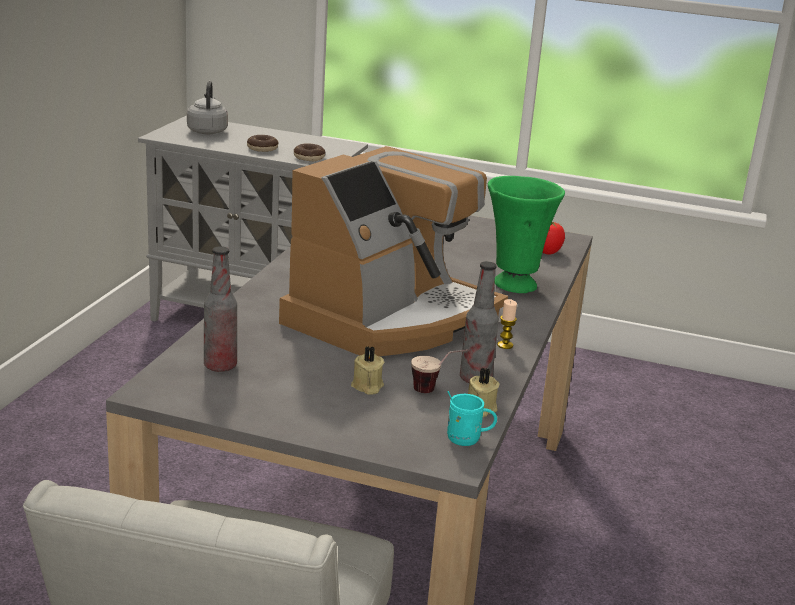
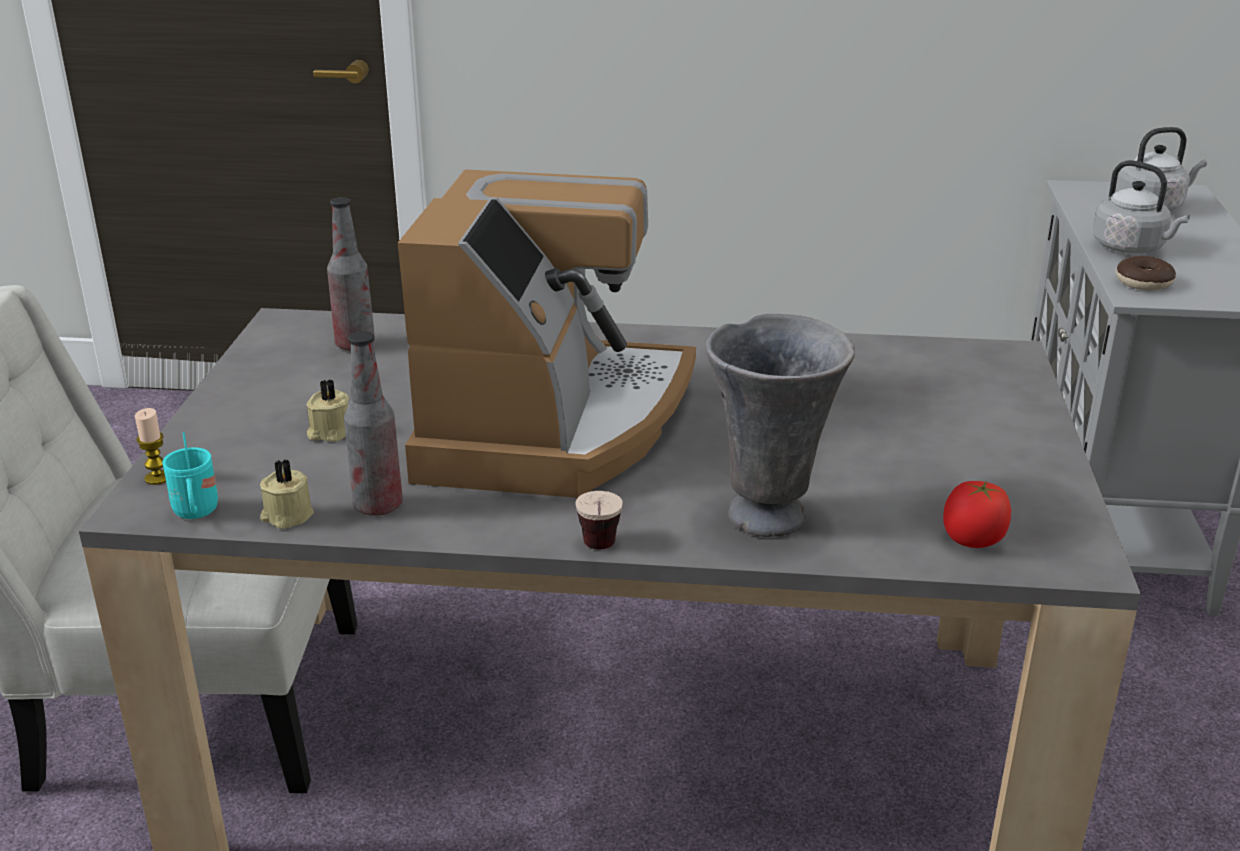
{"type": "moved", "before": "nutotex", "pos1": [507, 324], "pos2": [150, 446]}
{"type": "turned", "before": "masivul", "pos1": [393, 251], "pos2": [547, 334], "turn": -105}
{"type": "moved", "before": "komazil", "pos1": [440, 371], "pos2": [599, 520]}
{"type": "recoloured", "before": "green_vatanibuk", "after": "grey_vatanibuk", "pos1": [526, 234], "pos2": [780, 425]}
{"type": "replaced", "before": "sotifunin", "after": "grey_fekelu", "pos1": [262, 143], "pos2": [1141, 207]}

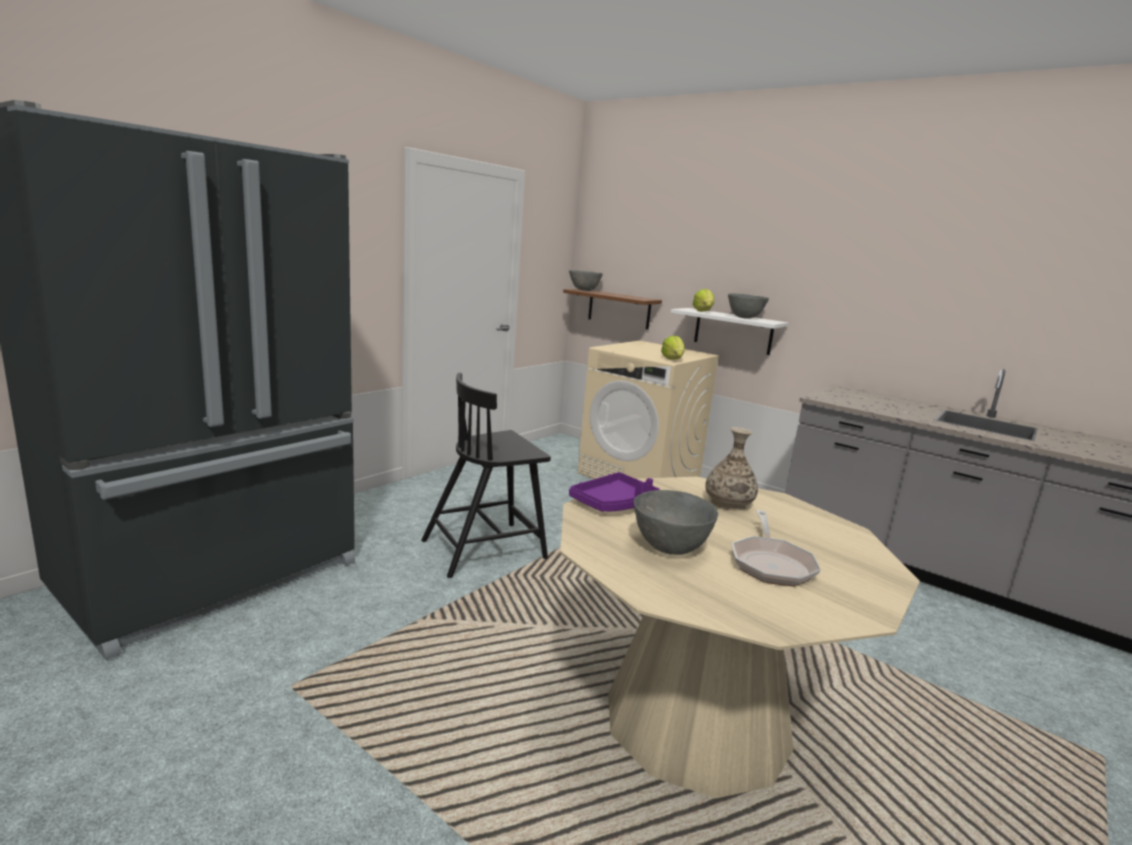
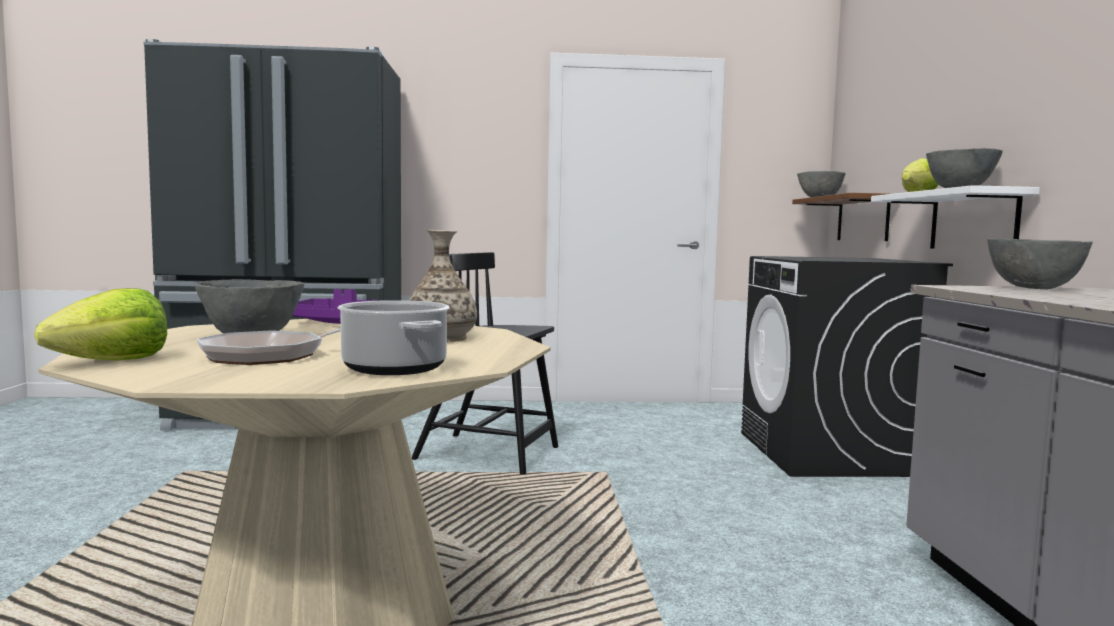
{"type": "moved", "before": "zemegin", "pos1": [673, 347], "pos2": [100, 324]}
{"type": "added", "after": "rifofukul", "pos2": [394, 337]}
{"type": "recoloured", "before": "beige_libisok", "after": "black_libisok", "pos1": [649, 409], "pos2": [847, 366]}
{"type": "added", "after": "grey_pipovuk", "pos2": [1040, 263]}

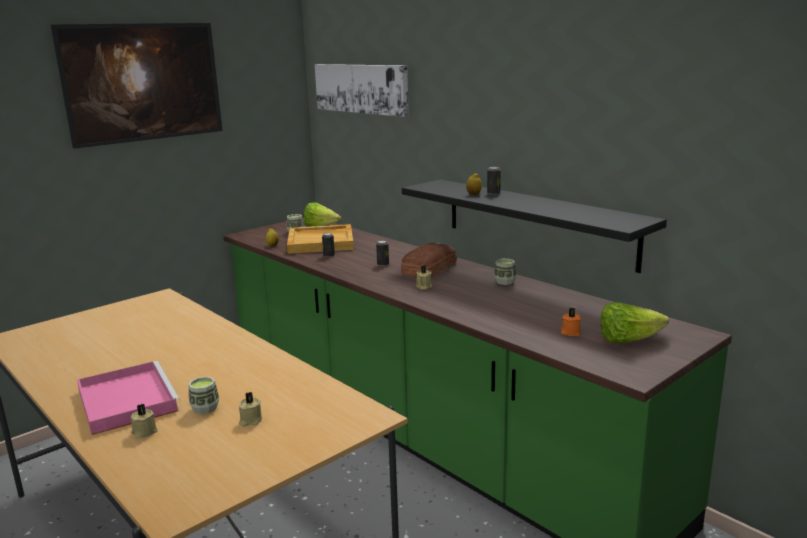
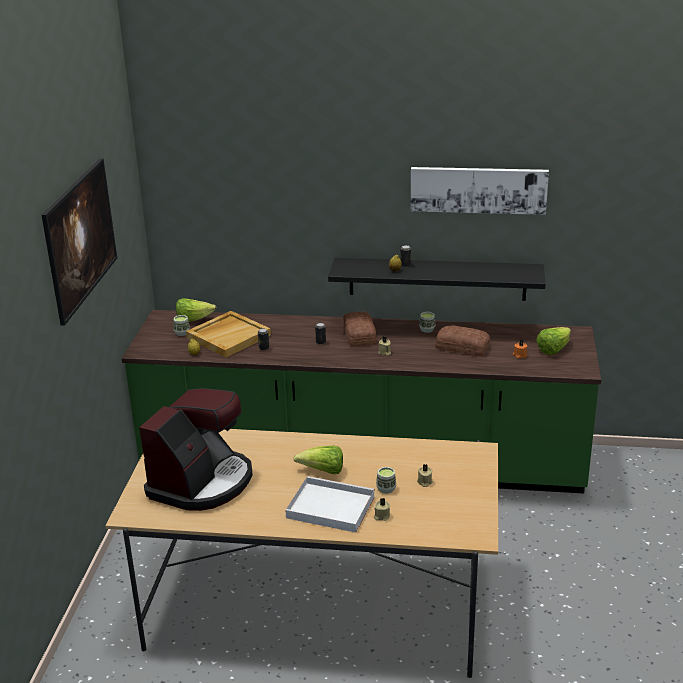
{"type": "added", "after": "masivul", "pos2": [196, 449]}
{"type": "recoloured", "before": "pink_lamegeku", "after": "white_lamegeku", "pos1": [129, 398], "pos2": [330, 504]}
{"type": "added", "after": "zemegin", "pos2": [318, 459]}
{"type": "moved", "before": "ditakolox", "pos1": [362, 90], "pos2": [480, 191]}
{"type": "added", "after": "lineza", "pos2": [462, 341]}

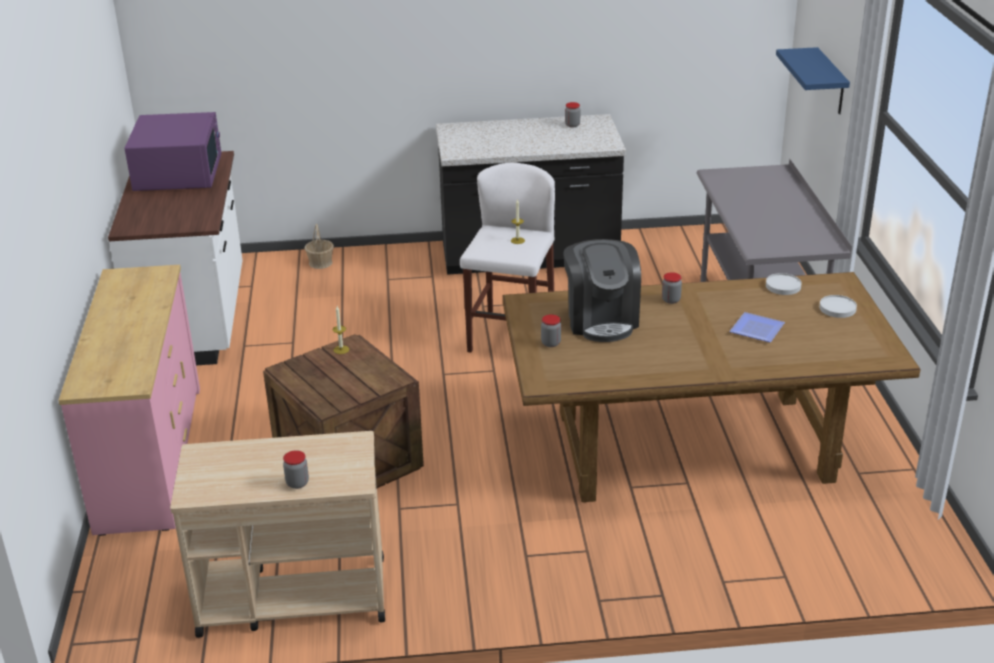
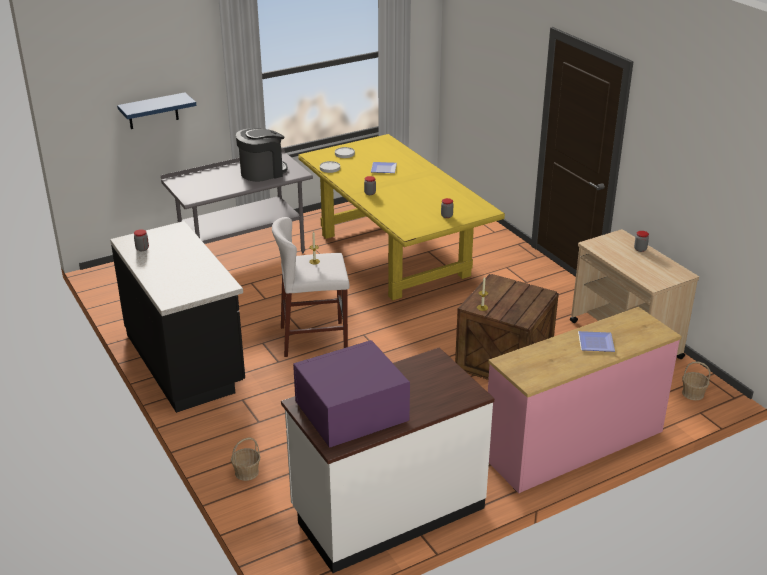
{"type": "moved", "before": "masivul", "pos1": [602, 290], "pos2": [262, 155]}
{"type": "recoloured", "before": "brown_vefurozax", "after": "yellow_vefurozax", "pos1": [712, 387], "pos2": [401, 217]}
{"type": "added", "after": "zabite", "pos2": [596, 341]}
{"type": "added", "after": "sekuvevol", "pos2": [696, 381]}

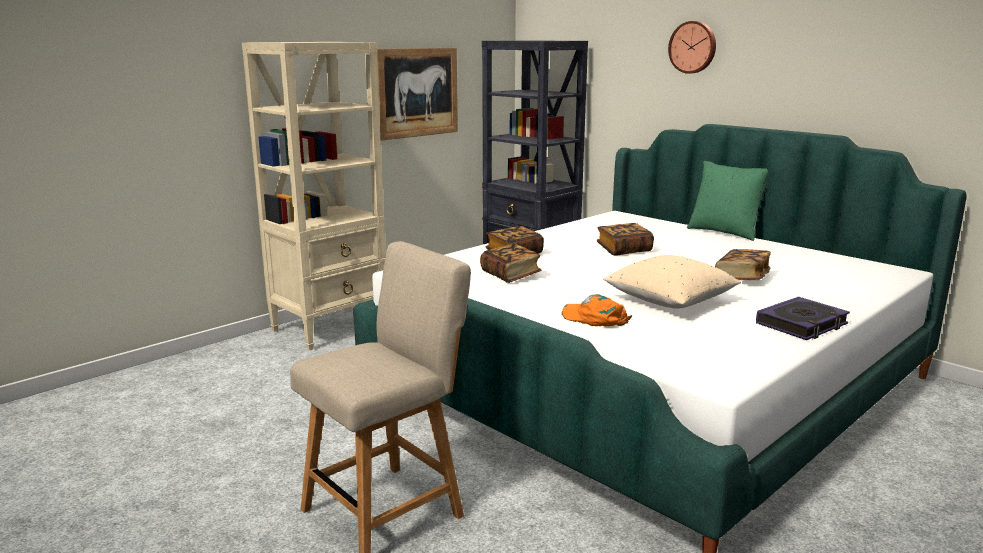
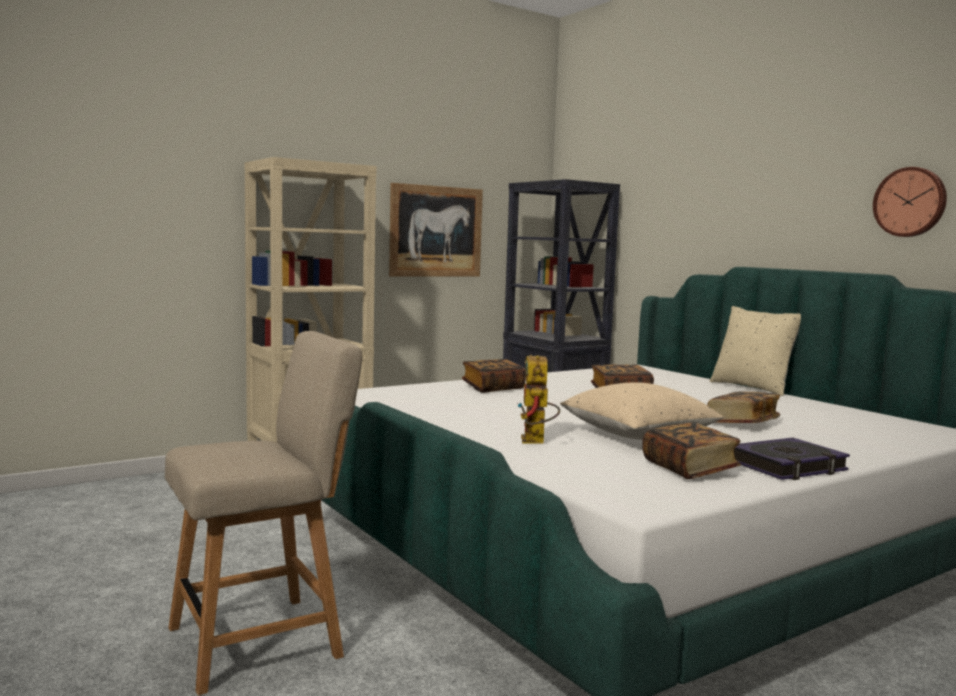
{"type": "replaced", "before": "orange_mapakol", "after": "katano", "pos1": [596, 310], "pos2": [539, 399]}
{"type": "moved", "before": "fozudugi", "pos1": [511, 263], "pos2": [691, 450]}
{"type": "recoloured", "before": "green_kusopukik", "after": "beige_kusopukik", "pos1": [727, 201], "pos2": [755, 351]}
{"type": "moved", "before": "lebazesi", "pos1": [692, 47], "pos2": [910, 202]}

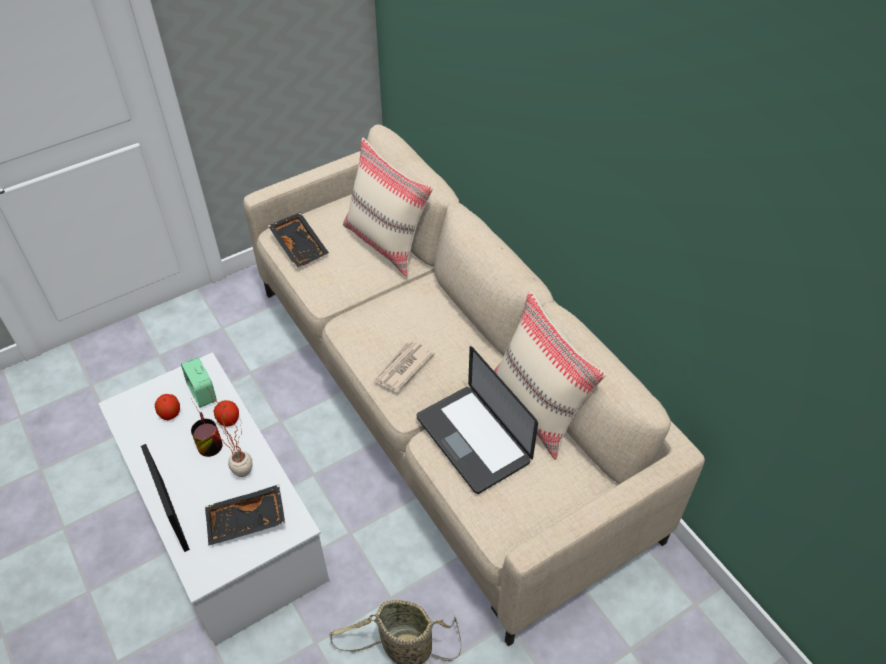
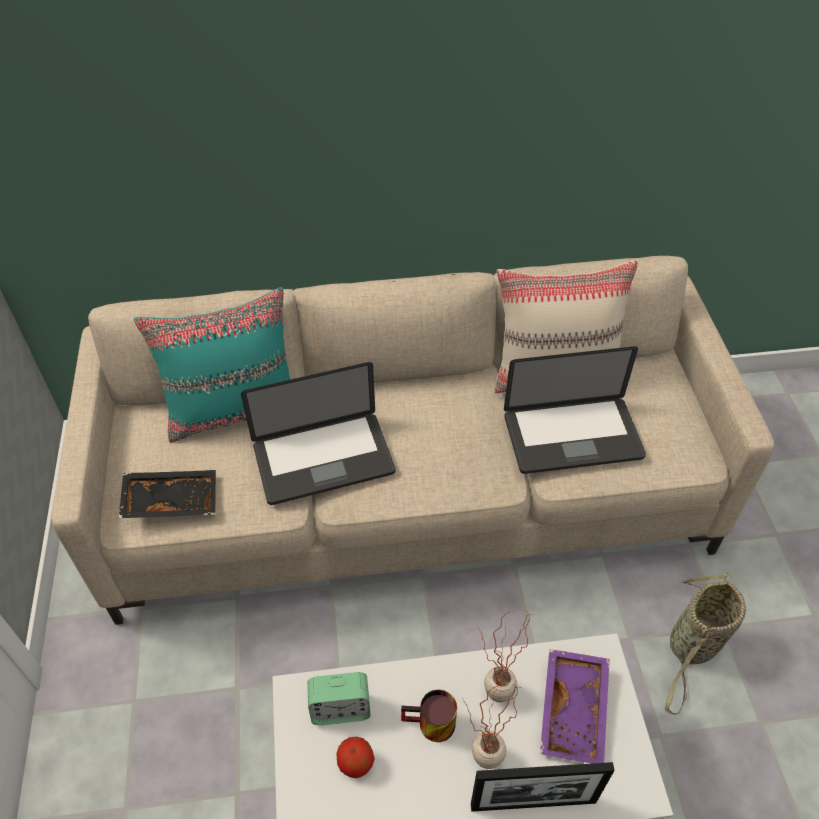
{"type": "recoloured", "before": "beige_kusopukik", "after": "turquoise_kusopukik", "pos1": [388, 207], "pos2": [212, 365]}
{"type": "added", "after": "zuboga", "pos2": [318, 433]}
{"type": "added", "after": "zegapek", "pos2": [492, 727]}
{"type": "recoloured", "before": "black_lamegeku", "after": "purple_lamegeku", "pos1": [245, 515], "pos2": [575, 706]}
{"type": "removed", "before": "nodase", "pos1": [226, 413]}
{"type": "removed", "before": "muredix", "pos1": [404, 366]}

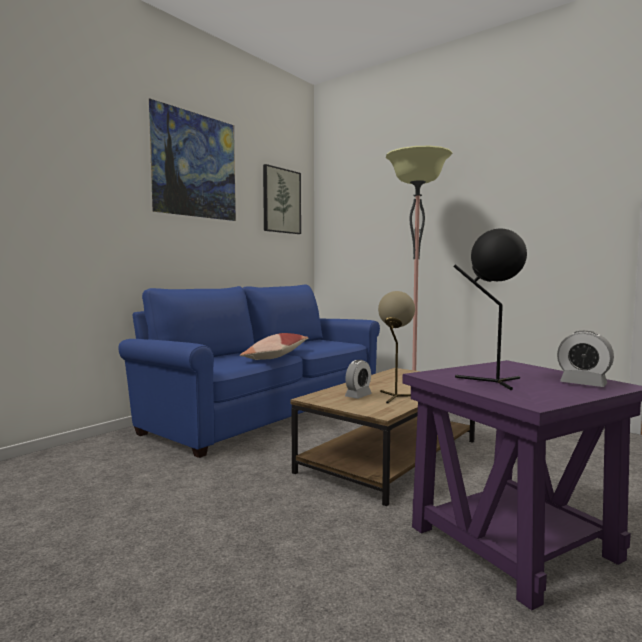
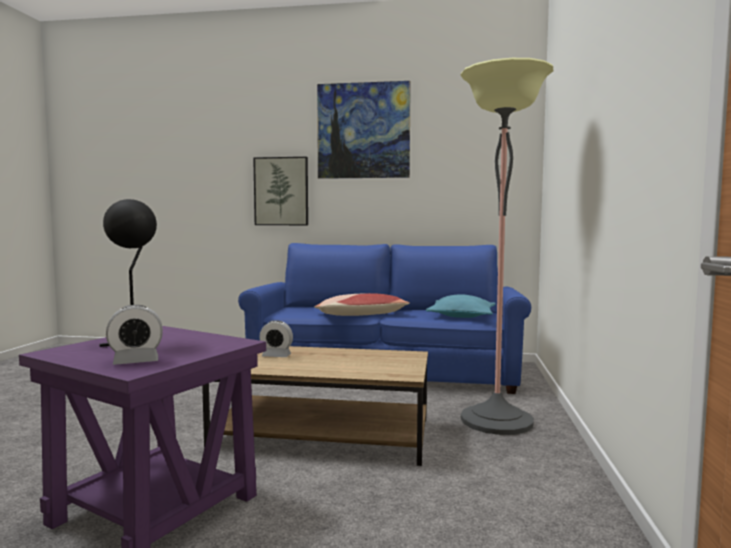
{"type": "turned", "before": "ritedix", "pos1": [585, 359], "pos2": [134, 335], "turn": -120}
{"type": "moved", "before": "ditakolox", "pos1": [282, 199], "pos2": [280, 191]}
{"type": "added", "after": "turquoise_kusopukik", "pos2": [461, 306]}
{"type": "removed", "before": "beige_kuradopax", "pos1": [396, 347]}

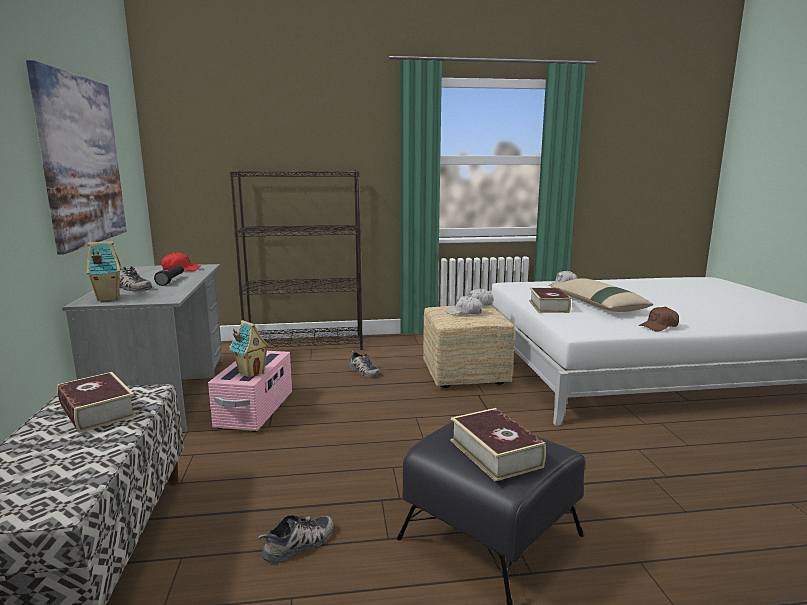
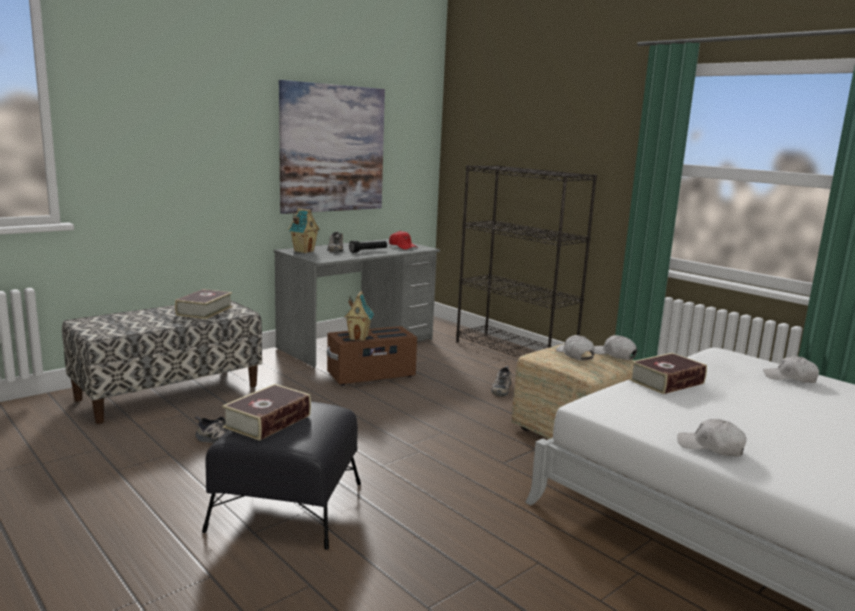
{"type": "recoloured", "before": "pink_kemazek", "after": "brown_kemazek", "pos1": [250, 391], "pos2": [372, 355]}
{"type": "recoloured", "before": "brown_mapakol", "after": "white_mapakol", "pos1": [659, 319], "pos2": [712, 438]}
{"type": "removed", "before": "beige_kusopukik", "pos1": [602, 295]}

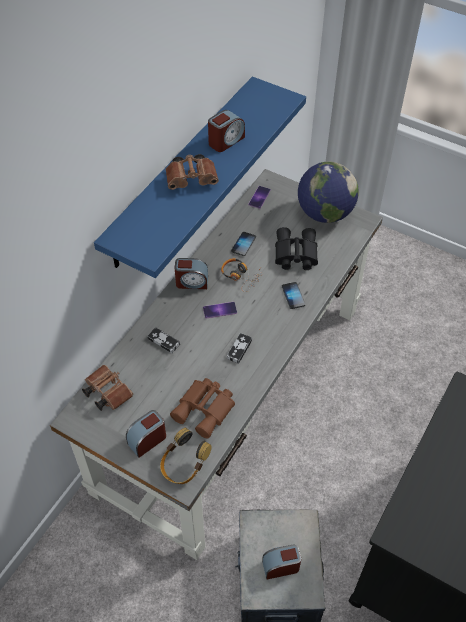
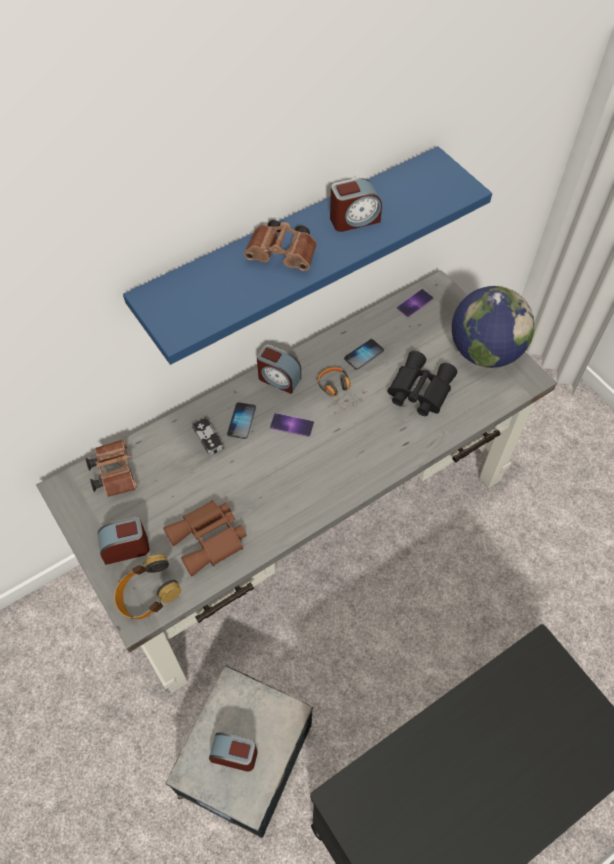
{"type": "moved", "before": "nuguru", "pos1": [293, 295], "pos2": [241, 420]}
{"type": "removed", "before": "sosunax", "pos1": [239, 348]}

